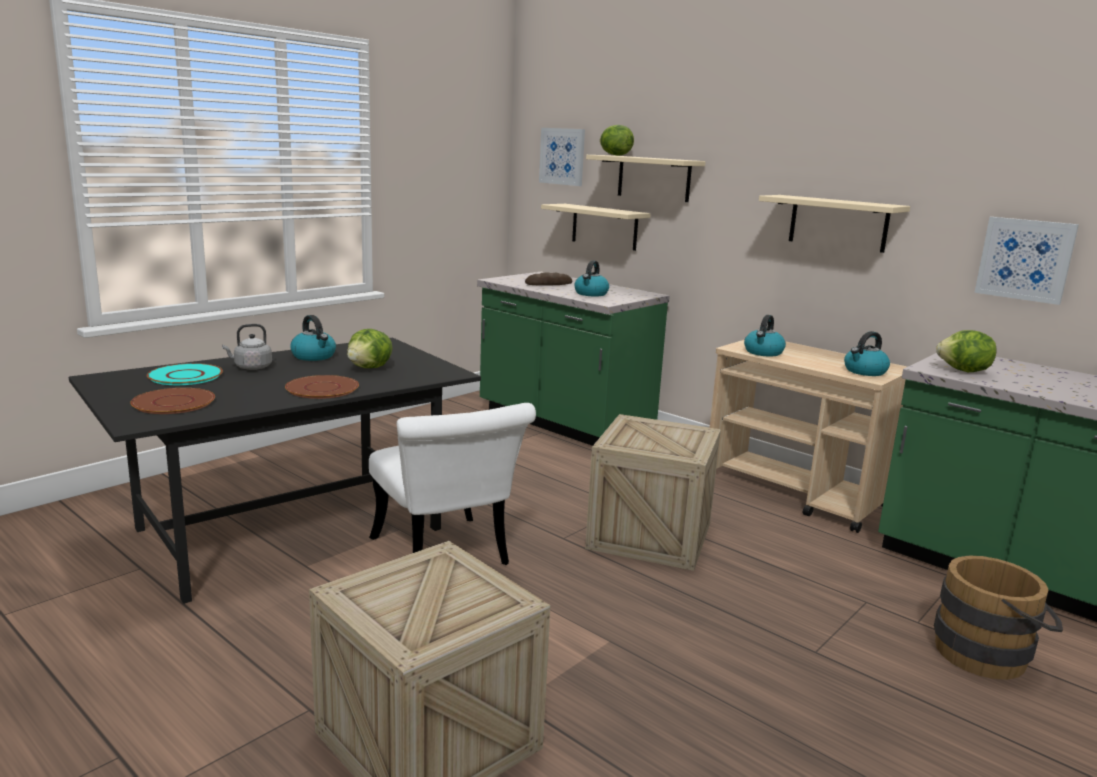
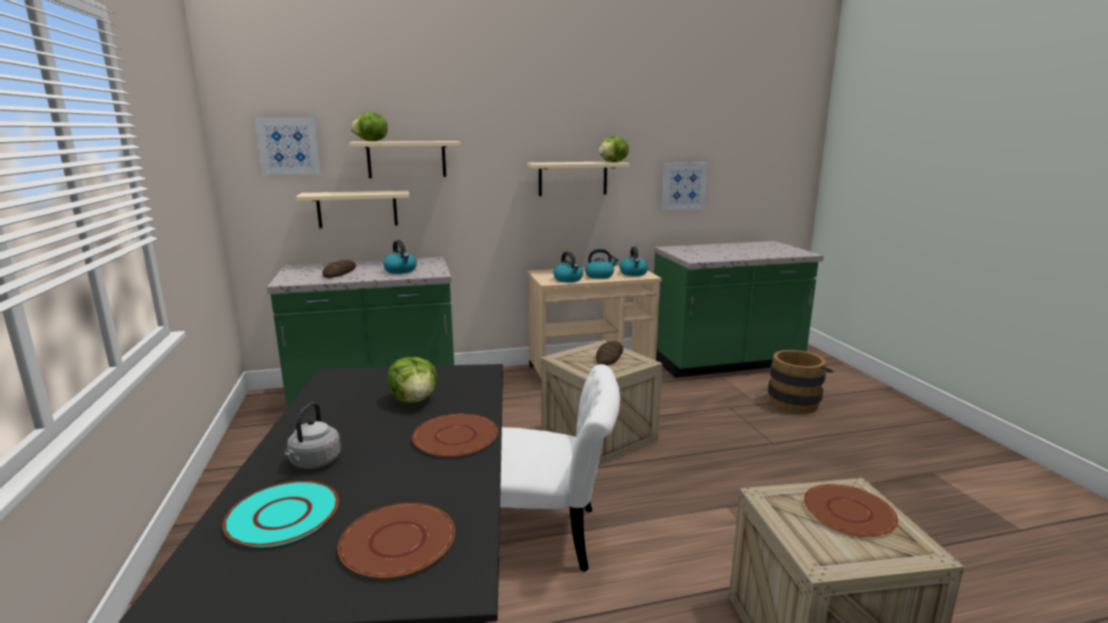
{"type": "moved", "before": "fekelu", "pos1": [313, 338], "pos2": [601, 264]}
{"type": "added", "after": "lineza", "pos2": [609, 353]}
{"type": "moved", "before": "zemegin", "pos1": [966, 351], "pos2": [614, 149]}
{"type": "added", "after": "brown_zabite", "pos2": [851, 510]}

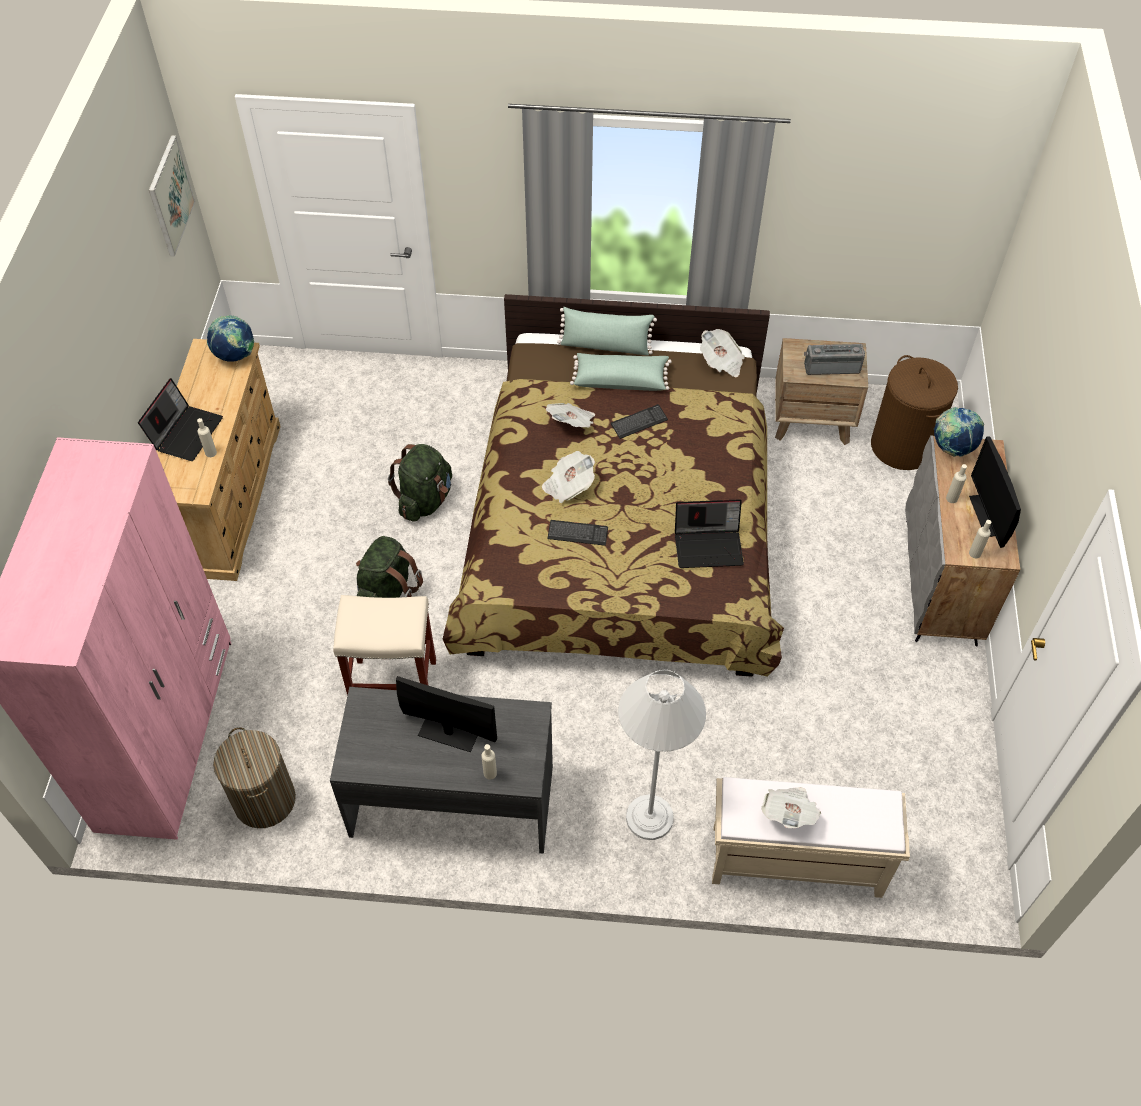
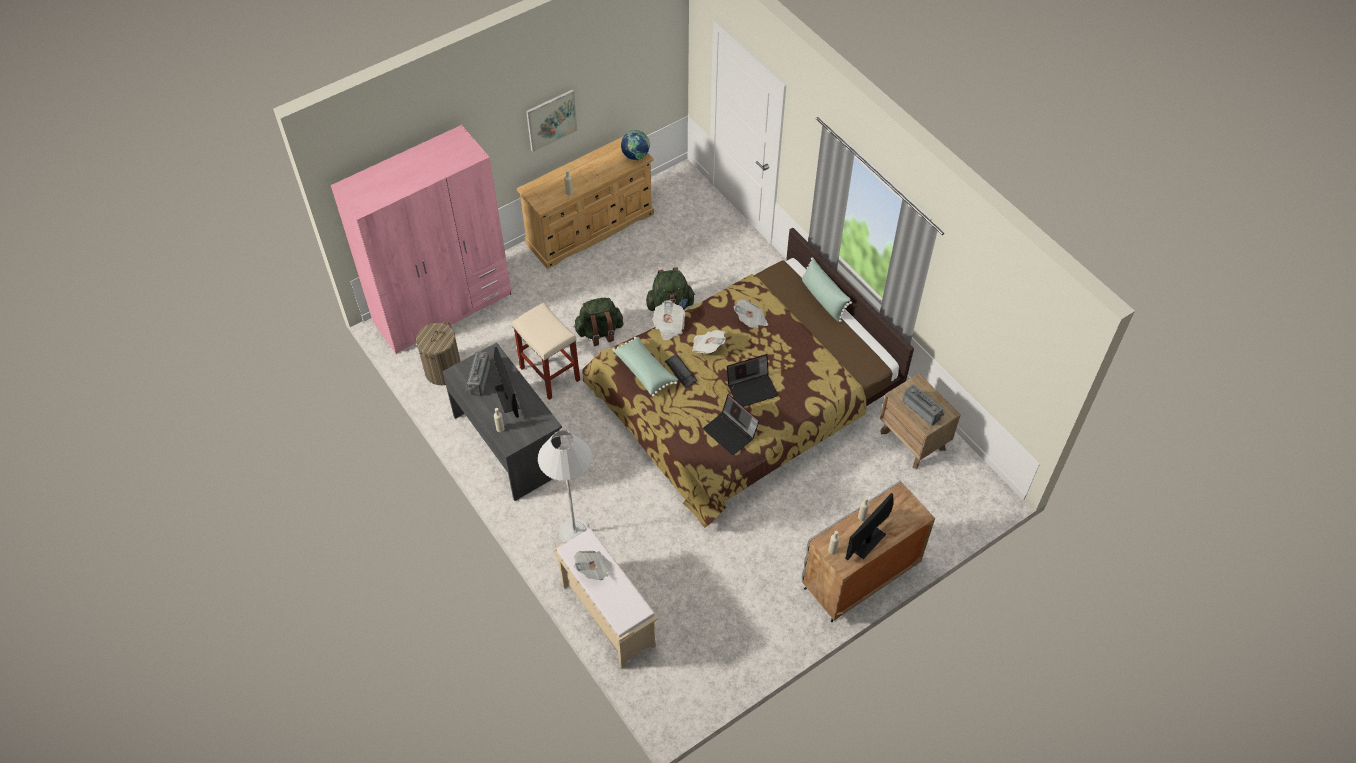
{"type": "added", "after": "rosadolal", "pos2": [477, 373]}
{"type": "moved", "before": "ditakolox", "pos1": [172, 196], "pos2": [552, 120]}
{"type": "moved", "before": "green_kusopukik", "pos1": [621, 372], "pos2": [645, 367]}
{"type": "moved", "before": "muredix", "pos1": [722, 353], "pos2": [668, 320]}
{"type": "moved", "before": "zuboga", "pos1": [180, 419], "pos2": [752, 380]}
{"type": "removed", "before": "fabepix", "pos1": [639, 421]}
{"type": "removed", "before": "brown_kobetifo", "pos1": [914, 412]}
{"type": "removed", "before": "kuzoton", "pos1": [959, 432]}

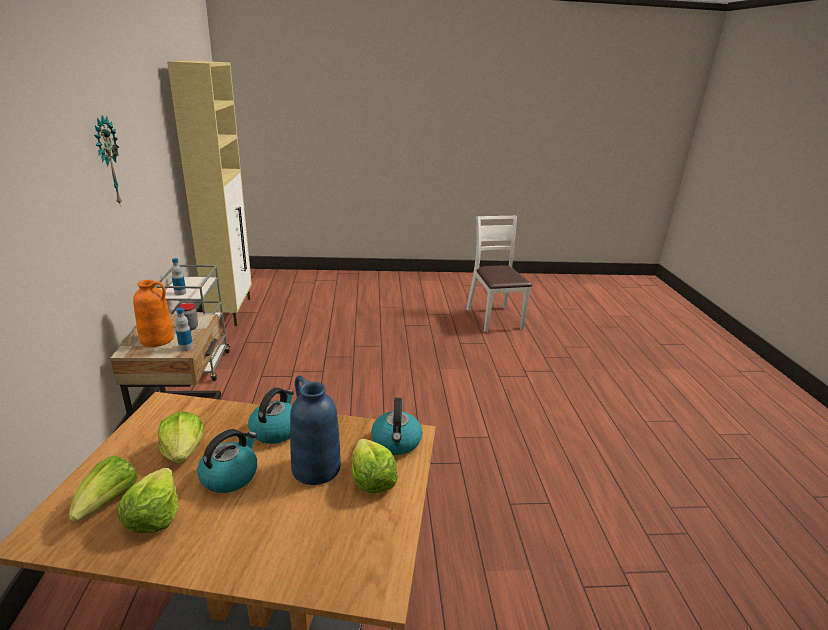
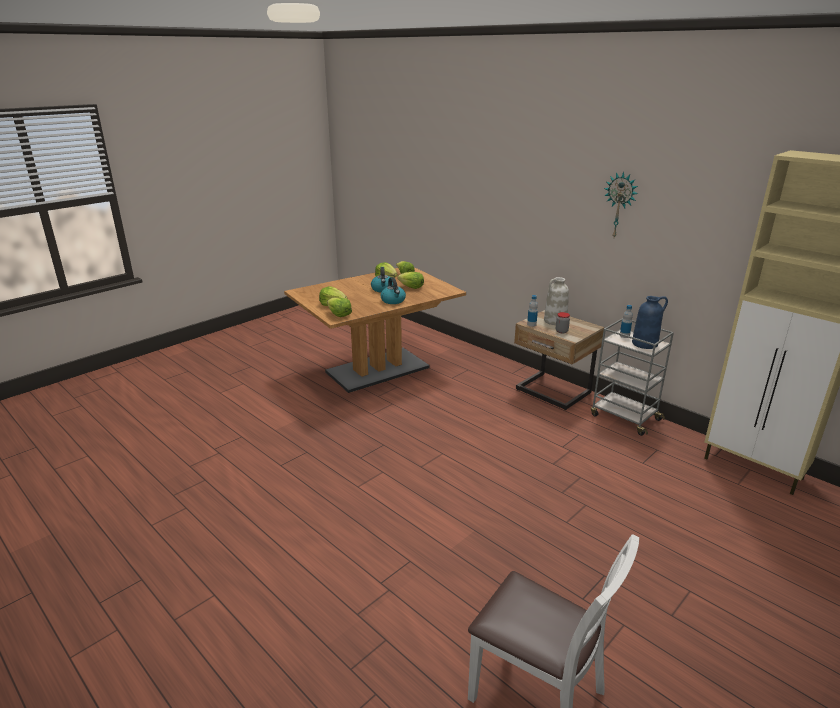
{"type": "replaced", "before": "fekelu", "after": "zemegin", "pos1": [396, 426], "pos2": [339, 307]}
{"type": "recoloured", "before": "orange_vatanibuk", "after": "white_vatanibuk", "pos1": [153, 313], "pos2": [556, 301]}
{"type": "moved", "before": "blue_vatanibuk", "pos1": [315, 430], "pos2": [650, 322]}

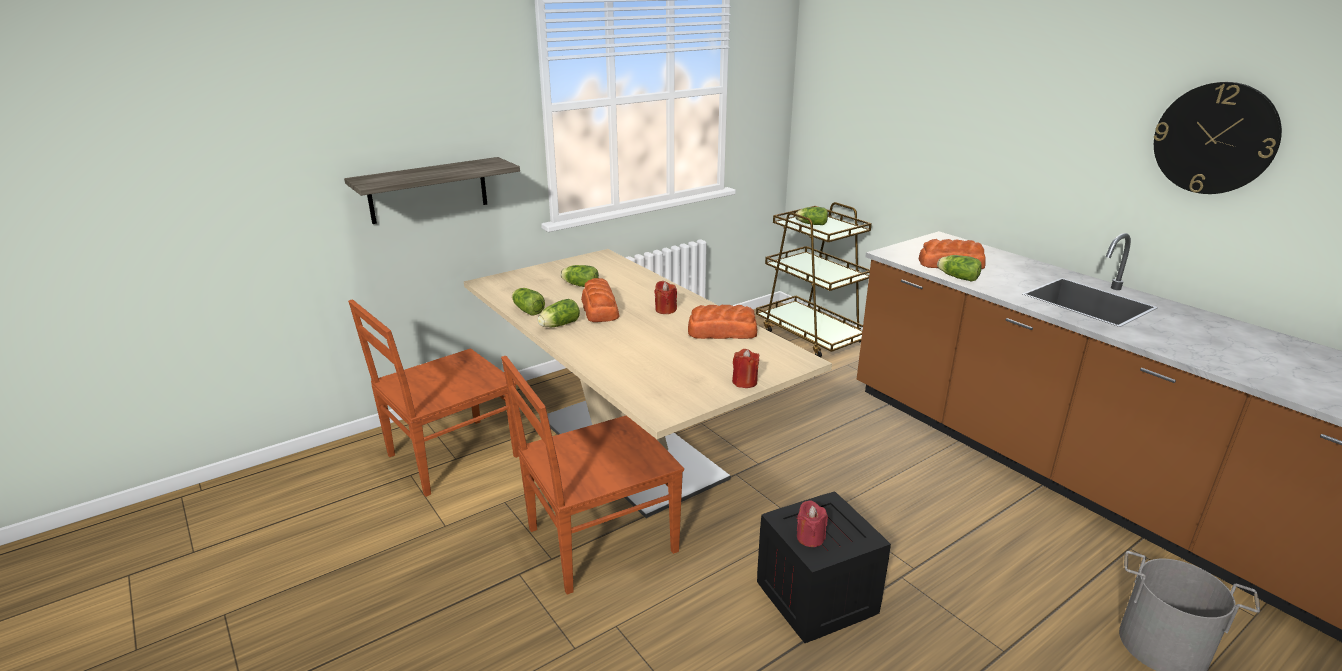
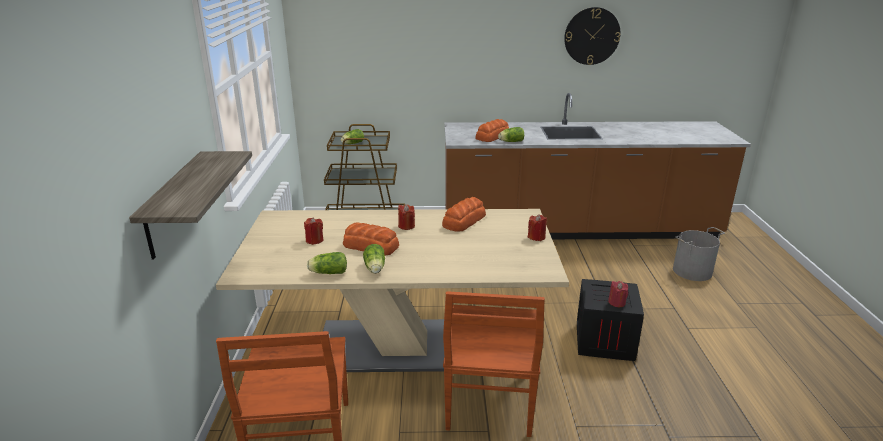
{"type": "replaced", "before": "zemegin", "after": "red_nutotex", "pos1": [579, 276], "pos2": [313, 231]}

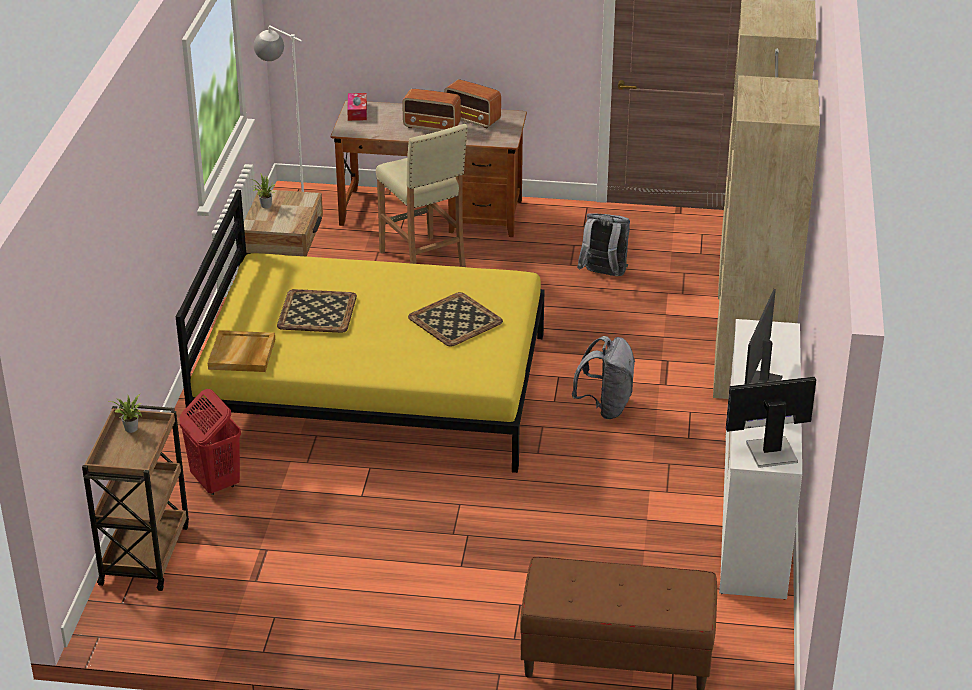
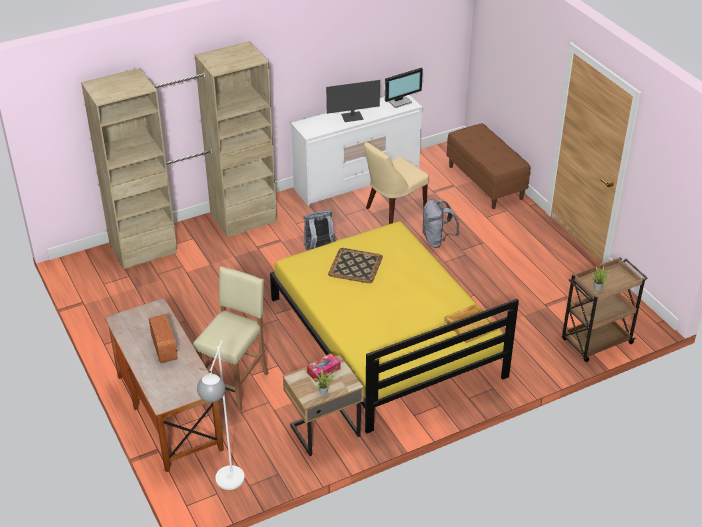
{"type": "moved", "before": "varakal", "pos1": [357, 107], "pos2": [323, 367]}
{"type": "added", "after": "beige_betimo", "pos2": [396, 183]}
{"type": "turned", "before": "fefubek", "pos1": [771, 422], "pos2": [404, 88], "turn": -75}
{"type": "moved", "before": "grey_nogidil", "pos1": [603, 244], "pos2": [440, 223]}
{"type": "removed", "before": "red_kobetifo", "pos1": [210, 442]}
{"type": "removed", "before": "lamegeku", "pos1": [317, 311]}
{"type": "removed", "before": "rosadolal", "pos1": [472, 103]}

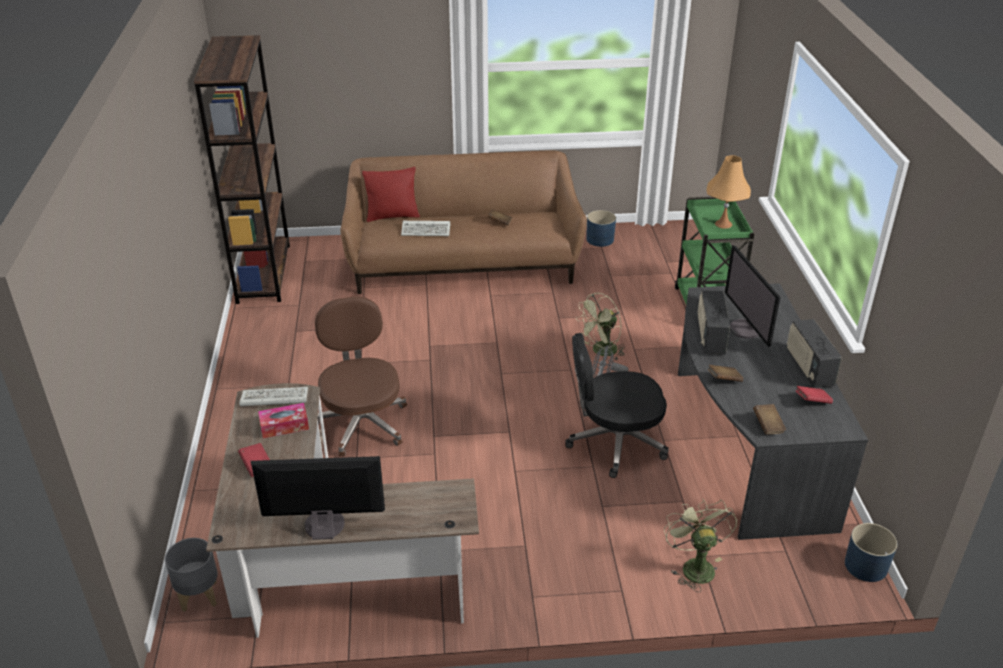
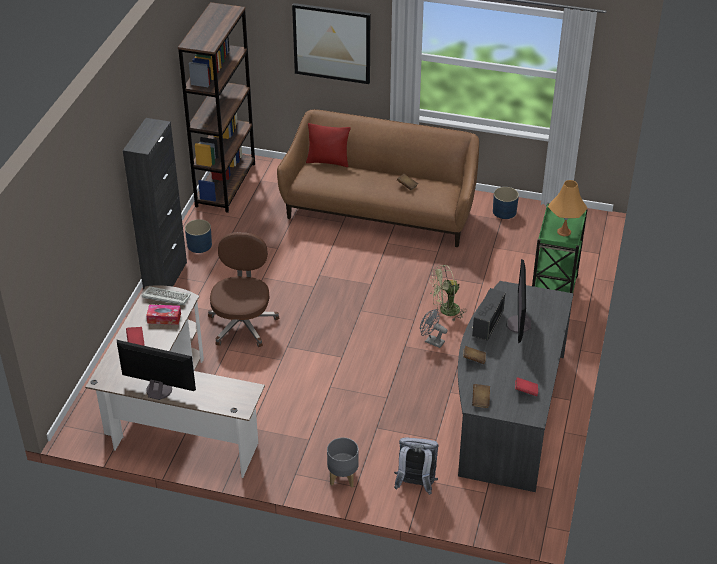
{"type": "added", "after": "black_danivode", "pos2": [155, 204]}
{"type": "moved", "before": "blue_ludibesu", "pos1": [871, 552], "pos2": [198, 236]}
{"type": "added", "after": "ditakolox", "pos2": [331, 43]}
{"type": "moved", "before": "grey_ludibesu", "pos1": [191, 575], "pos2": [343, 463]}
{"type": "replaced", "before": "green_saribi", "after": "grey_nogidil", "pos1": [700, 545], "pos2": [416, 466]}
{"type": "removed", "before": "fabepix", "pos1": [425, 228]}
{"type": "removed", "before": "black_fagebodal", "pos1": [617, 405]}
{"type": "removed", "before": "rosadolal", "pos1": [814, 353]}

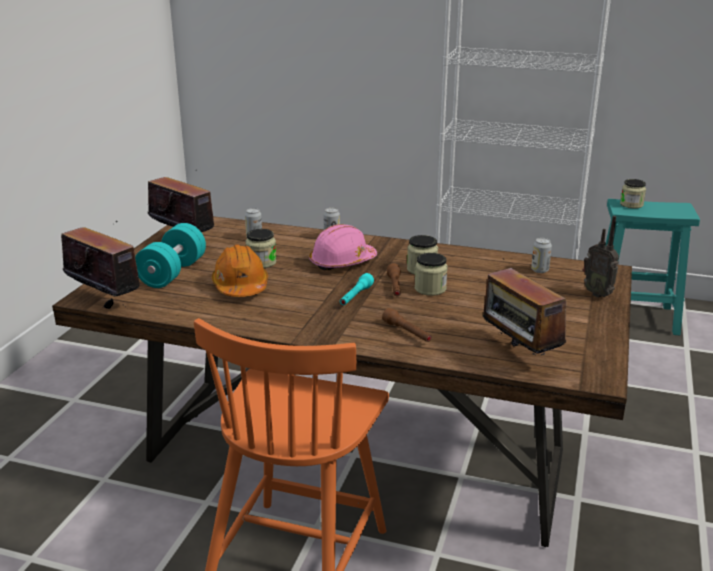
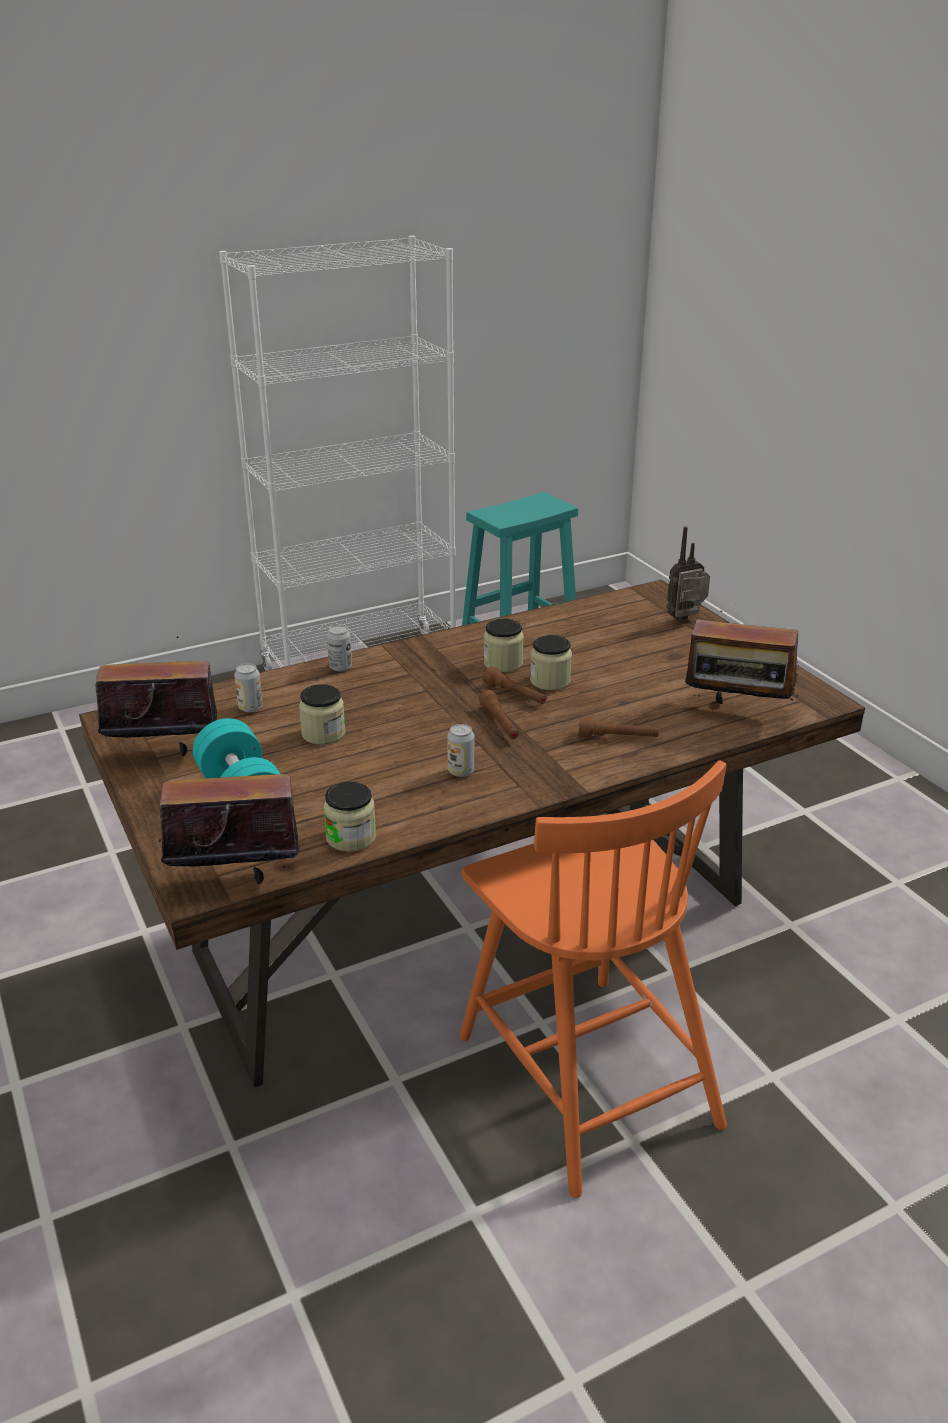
{"type": "moved", "before": "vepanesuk", "pos1": [633, 193], "pos2": [349, 817]}
{"type": "moved", "before": "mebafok", "pos1": [541, 255], "pos2": [460, 750]}
{"type": "recoloured", "before": "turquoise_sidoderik", "after": "brown_sidoderik", "pos1": [357, 289], "pos2": [499, 714]}
{"type": "turned", "before": "rosadolal", "pos1": [601, 257], "pos2": [688, 573], "turn": 150}
{"type": "removed", "before": "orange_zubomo", "pos1": [240, 270]}
{"type": "removed", "before": "pink_zubomo", "pos1": [343, 247]}

